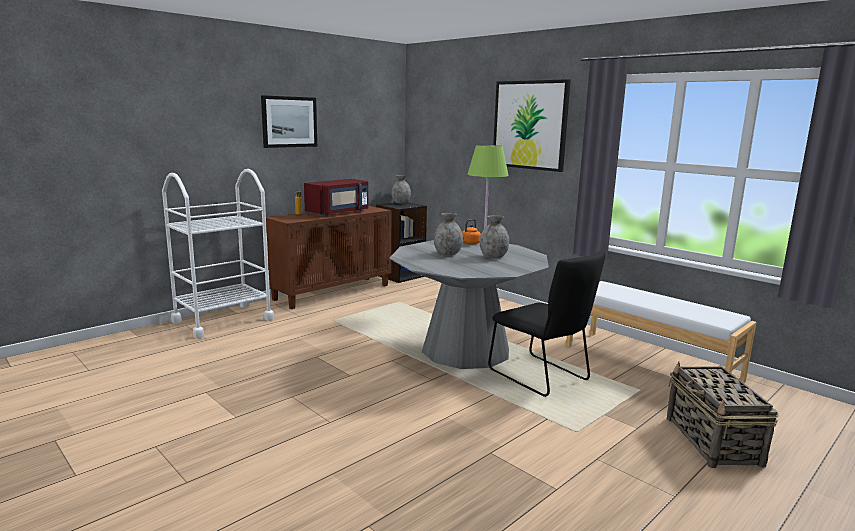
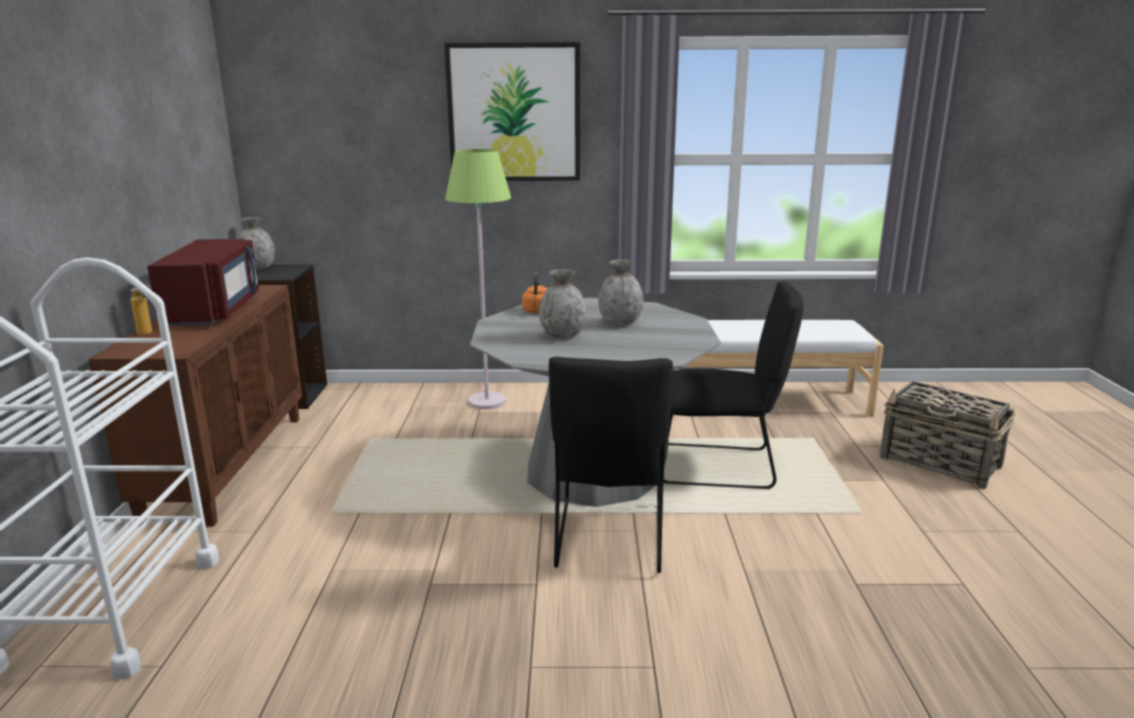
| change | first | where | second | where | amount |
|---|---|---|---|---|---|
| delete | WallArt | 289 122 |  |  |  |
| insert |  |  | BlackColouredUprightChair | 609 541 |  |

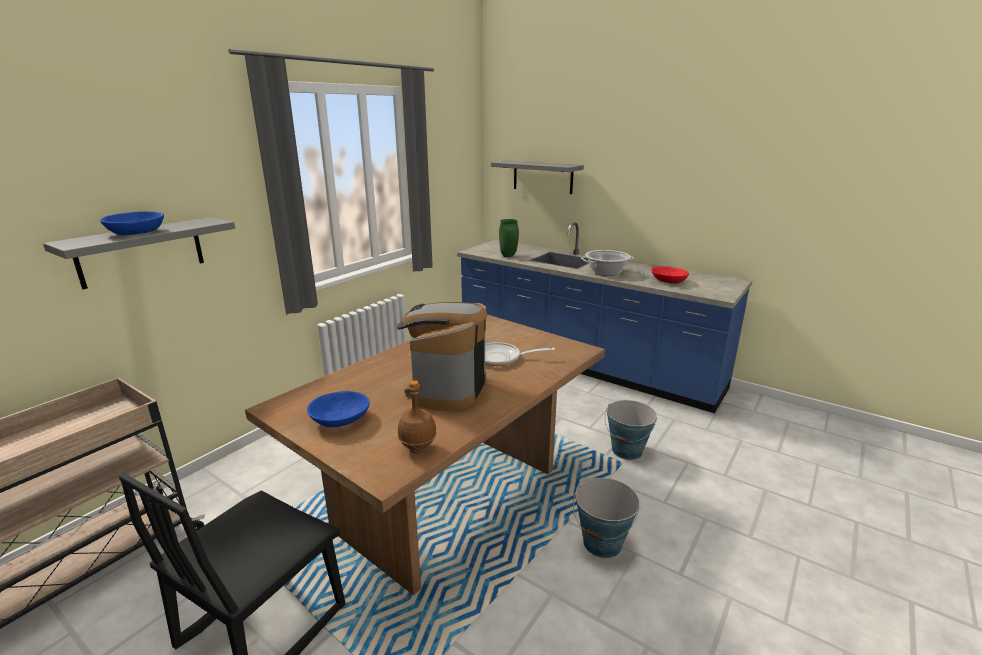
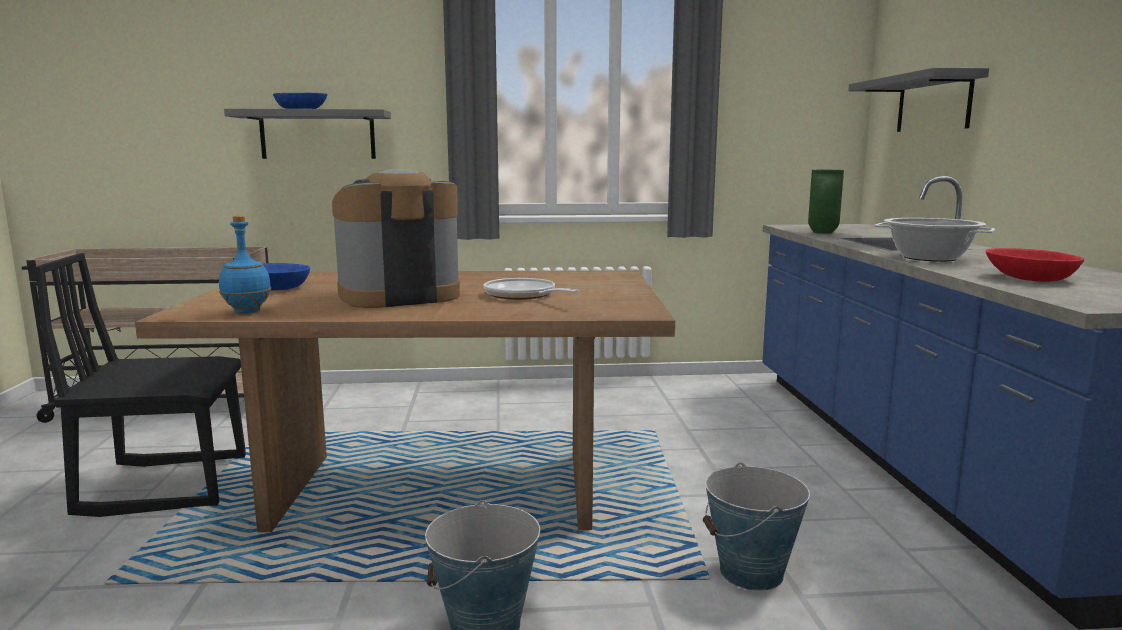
| change | first | where | second | where | amount |
|---|---|---|---|---|---|
| recolor | BrownColouredDrinkBottle | 418 449 | BlueDrinkBottle | 247 312 |  |

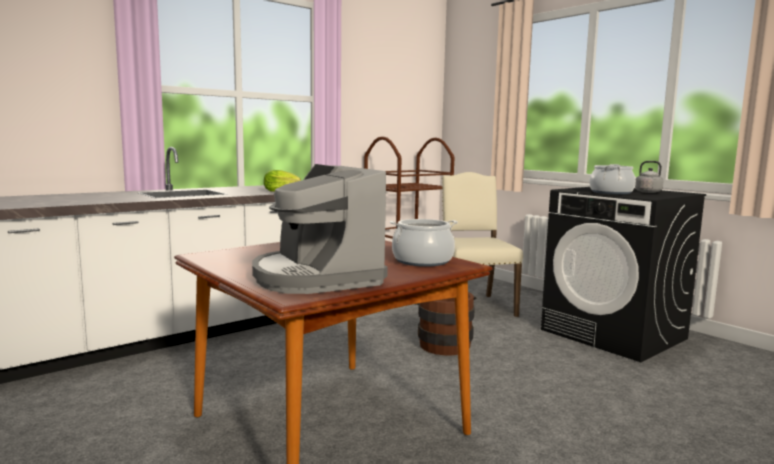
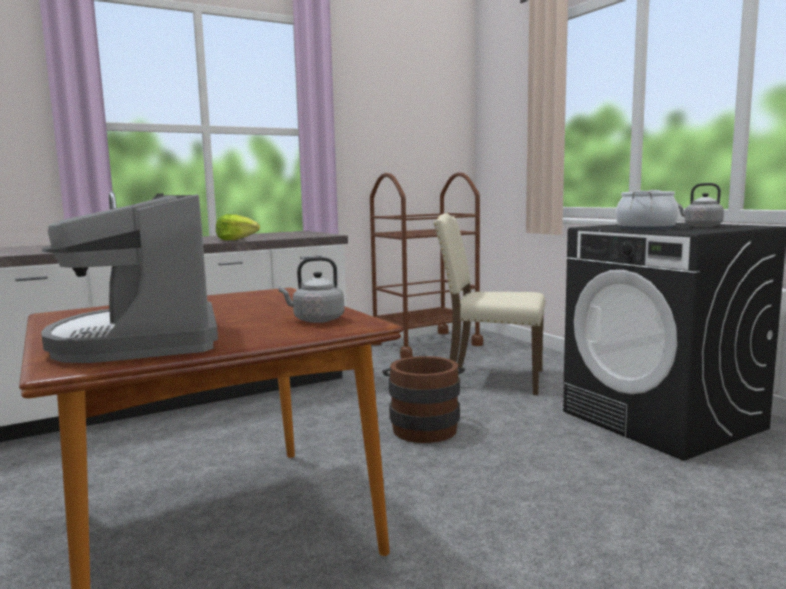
| change | first | where | second | where | amount |
|---|---|---|---|---|---|
| rotate | BeigeUprightChair | 474 305 |  | 491 378 | 75 degrees counterclockwise |
| replace | Stockpot | 422 261 | GrayKettle | 315 320 |  |

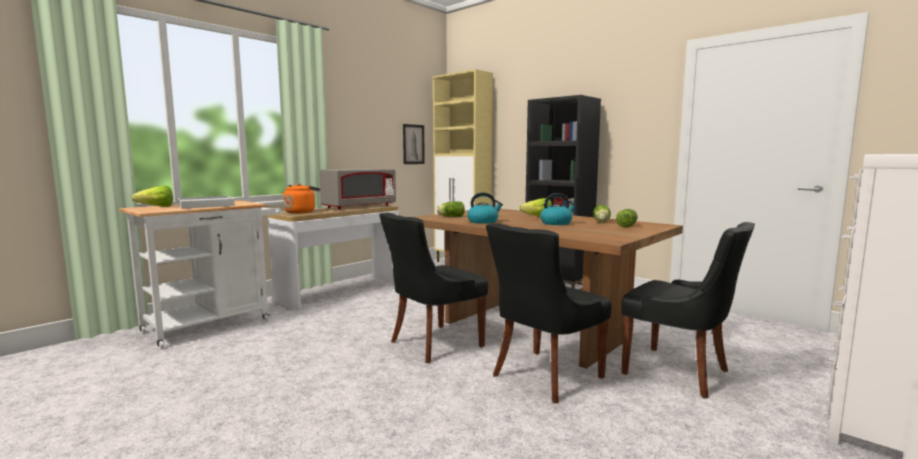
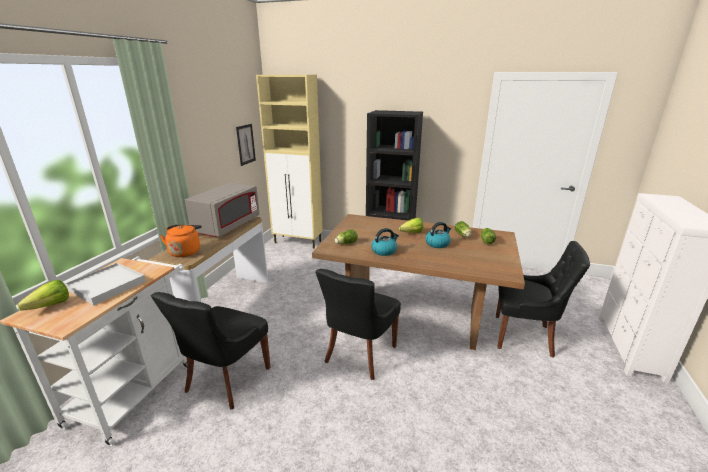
| change | first | where | second | where | amount |
|---|---|---|---|---|---|
| move | BlackColouredUprightChair | 544 376 |  | 226 380 |  |

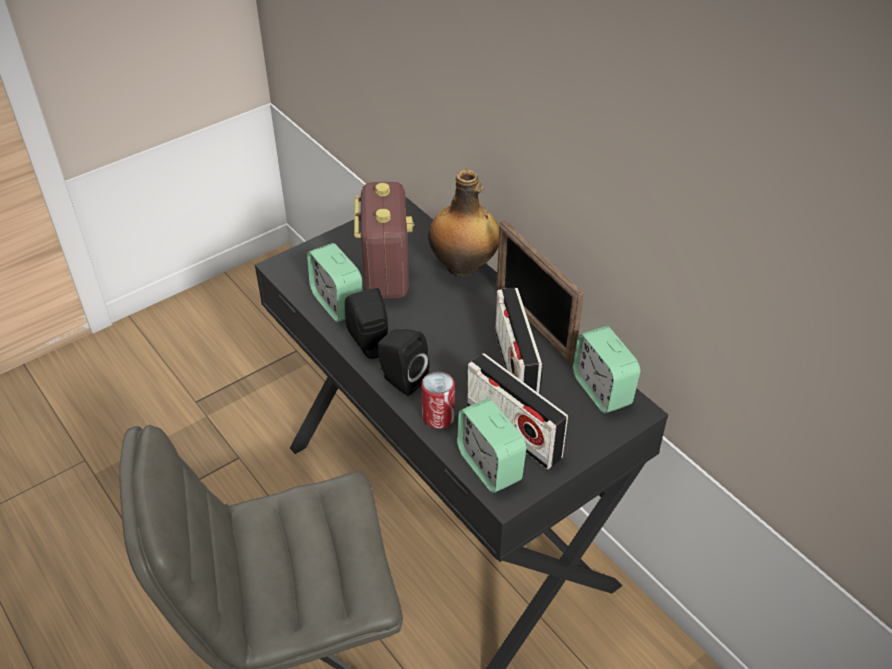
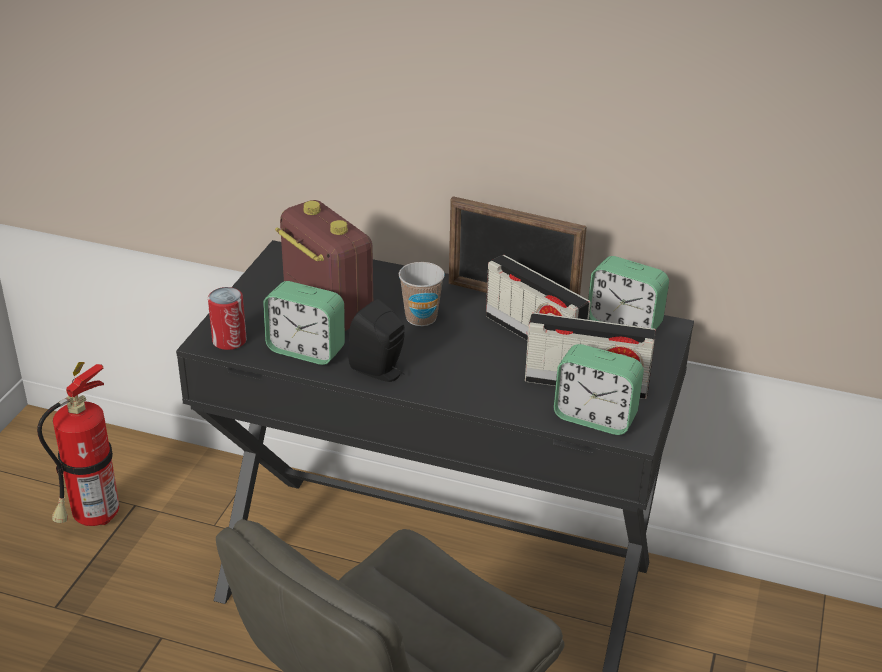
| change | first | where | second | where | amount |
|---|---|---|---|---|---|
| delete | DrinkBottle | 464 266 |  |  |  |
| delete | BlackColouredLoudspeaker | 401 380 |  |  |  |
| move | SealedCan | 438 417 |  | 229 340 |  |
| insert |  |  | Cup | 421 318 |  |
| insert |  |  | Extinguisher | 92 519 |  |

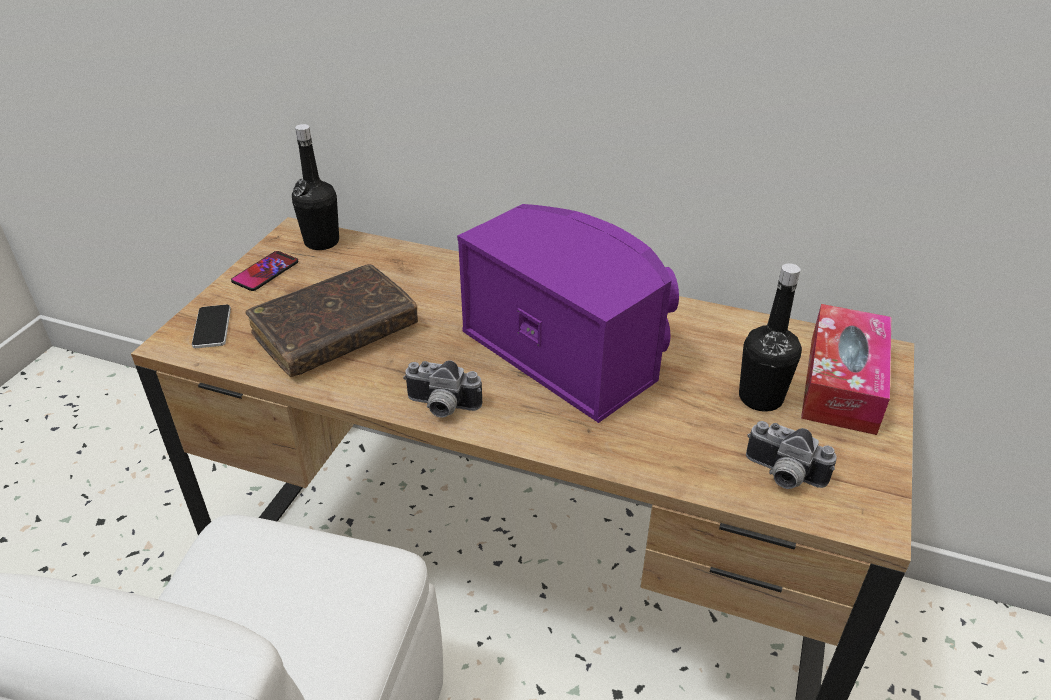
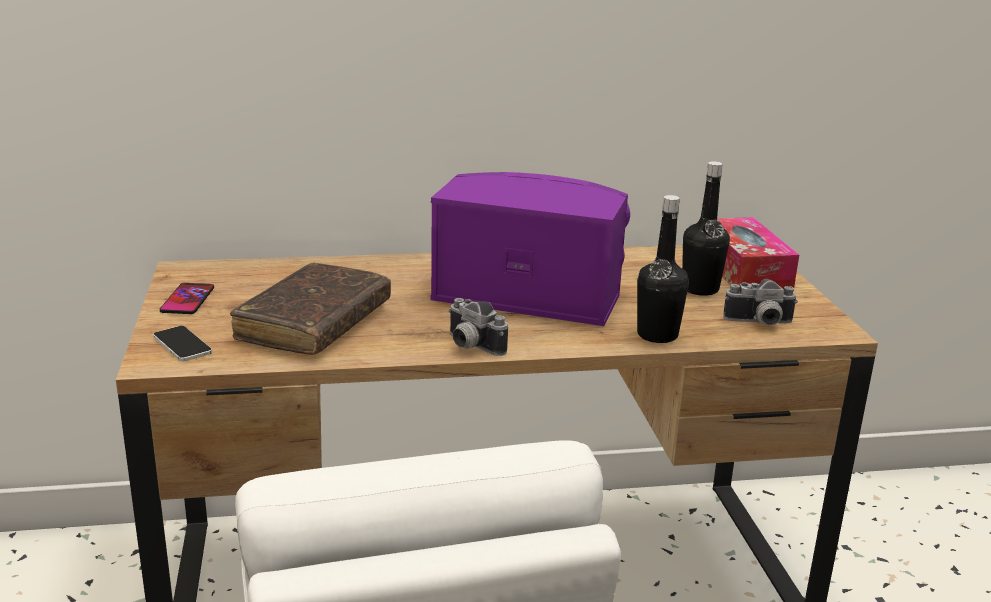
| change | first | where | second | where | amount |
|---|---|---|---|---|---|
| move | BlackColouredDrinkBottle | 322 242 |  | 657 335 |  |
| rotate | StillCamera | 441 407 |  | 470 346 | 60 degrees clockwise |

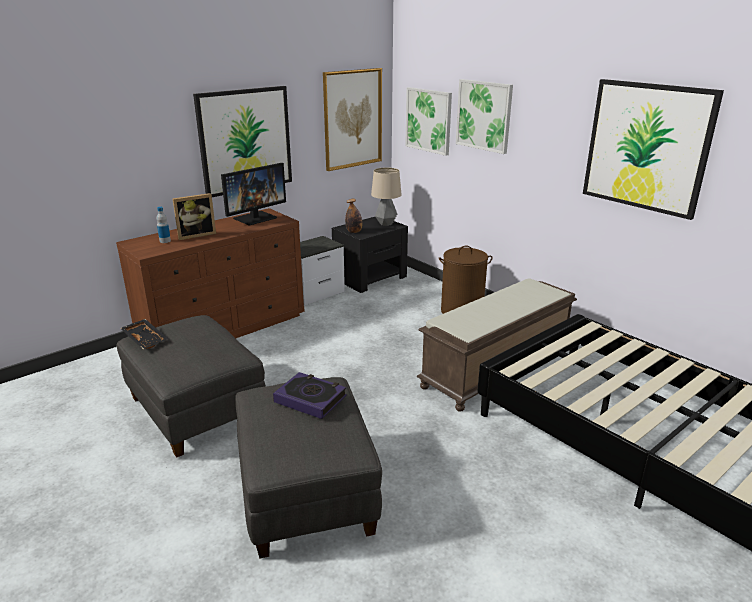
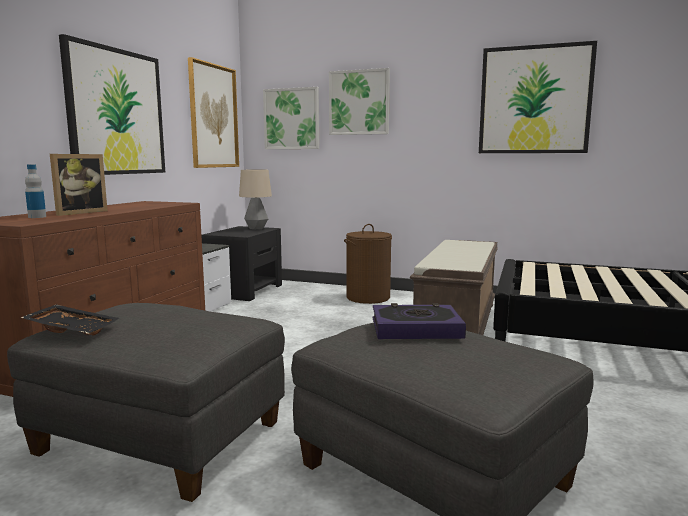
| change | first | where | second | where | amount |
|---|---|---|---|---|---|
| delete | ComputerScreen | 255 218 |  |  |  |
| delete | DrinkBottle | 354 232 |  |  |  |

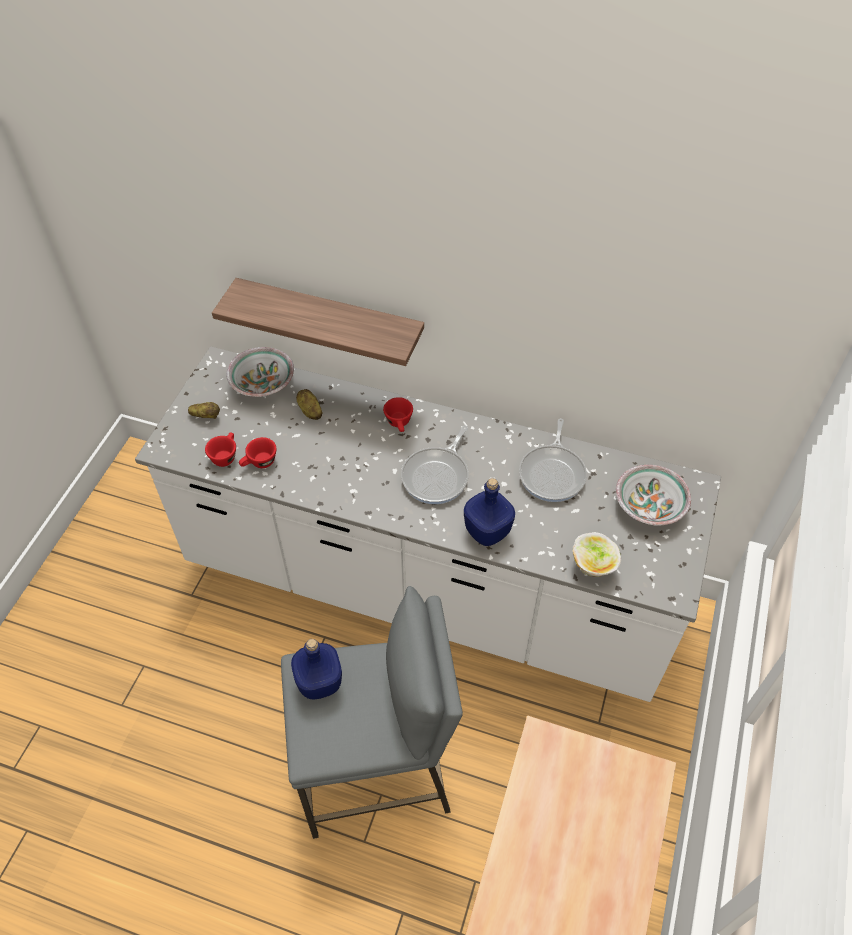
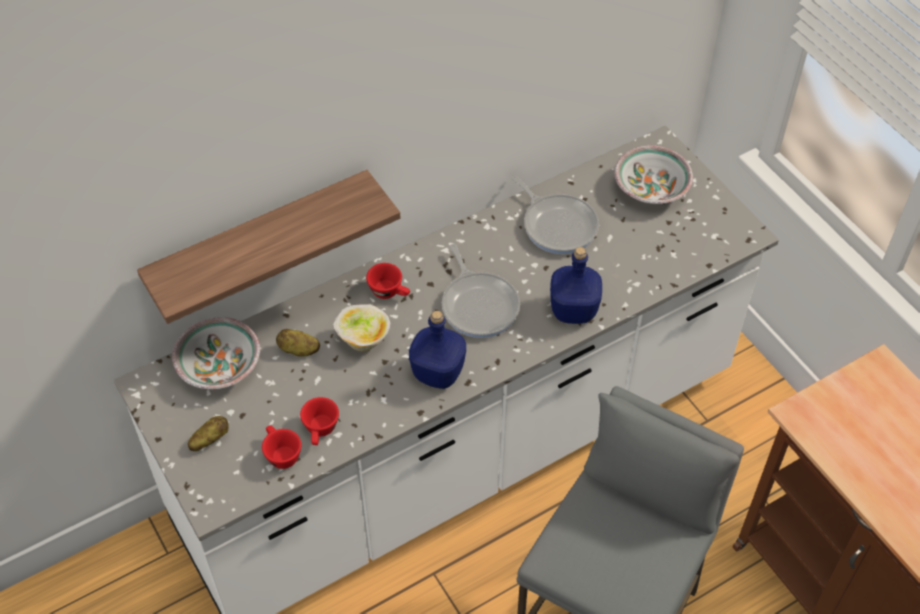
| change | first | where | second | where | amount |
|---|---|---|---|---|---|
| move | ServingBowl | 593 566 |  | 363 341 |  |
| move | BlueDrinkBottle | 320 683 |  | 439 373 |  |

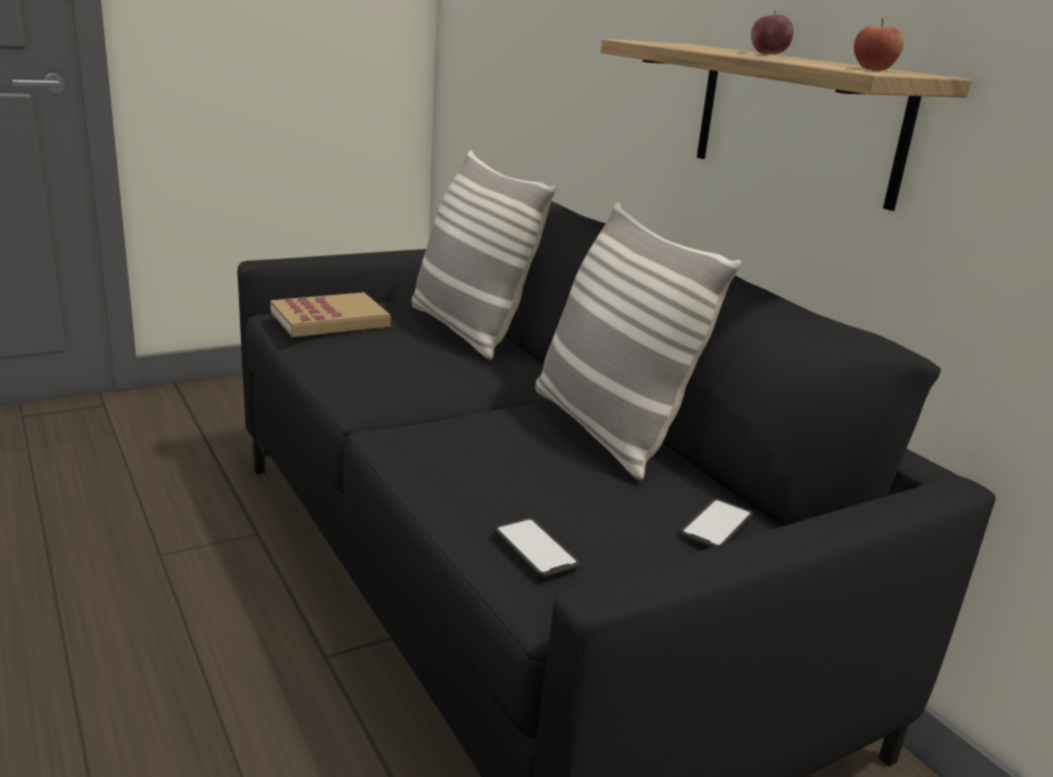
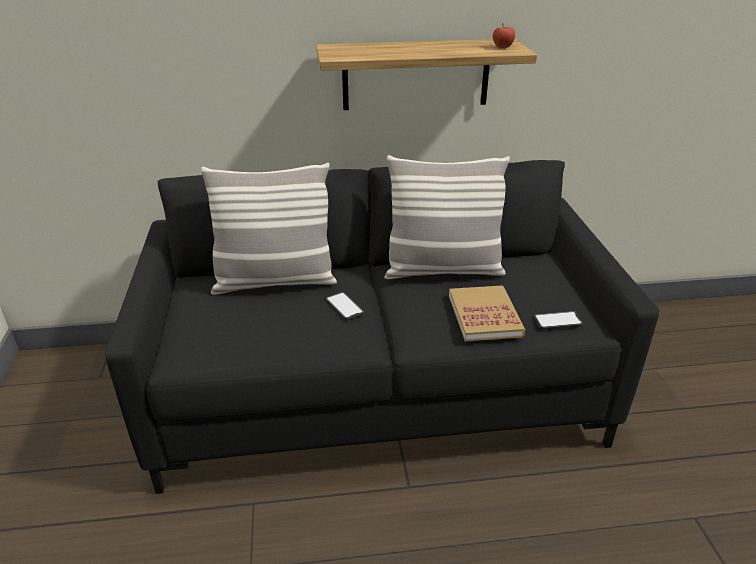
| change | first | where | second | where | amount |
|---|---|---|---|---|---|
| delete | AppleFruit | 768 54 |  |  |  |
| move | BoundBook | 330 319 |  | 484 316 |  |
| move | Telephone | 716 525 |  | 344 306 |  |

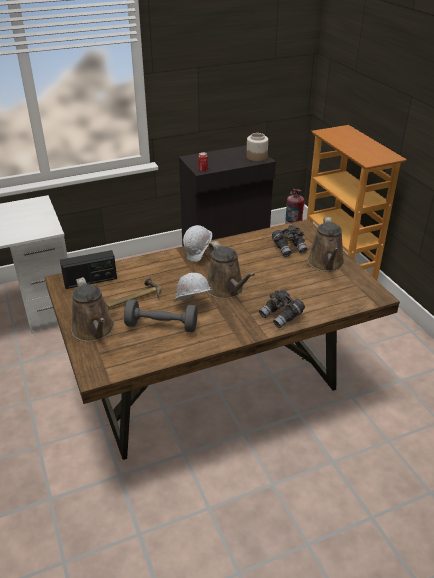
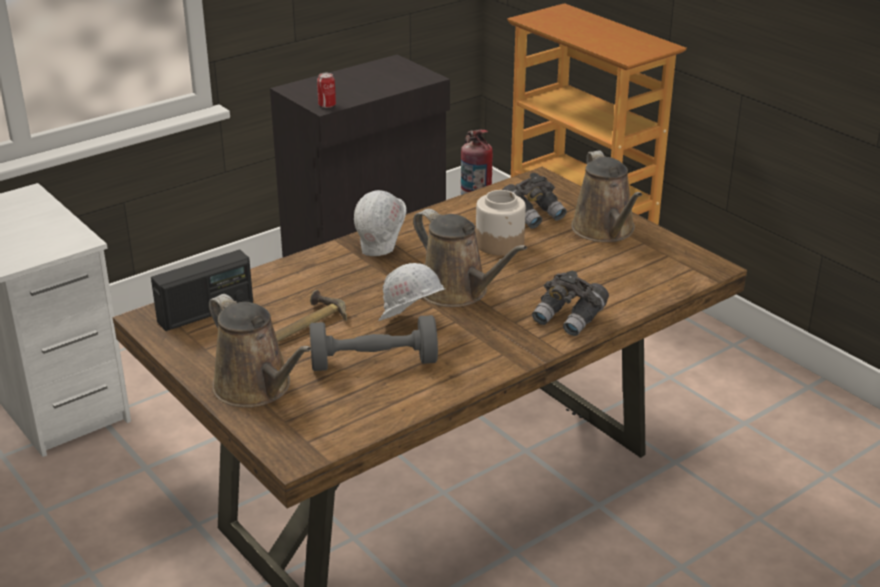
| change | first | where | second | where | amount |
|---|---|---|---|---|---|
| move | PreserveJar | 257 157 |  | 500 243 |  |

